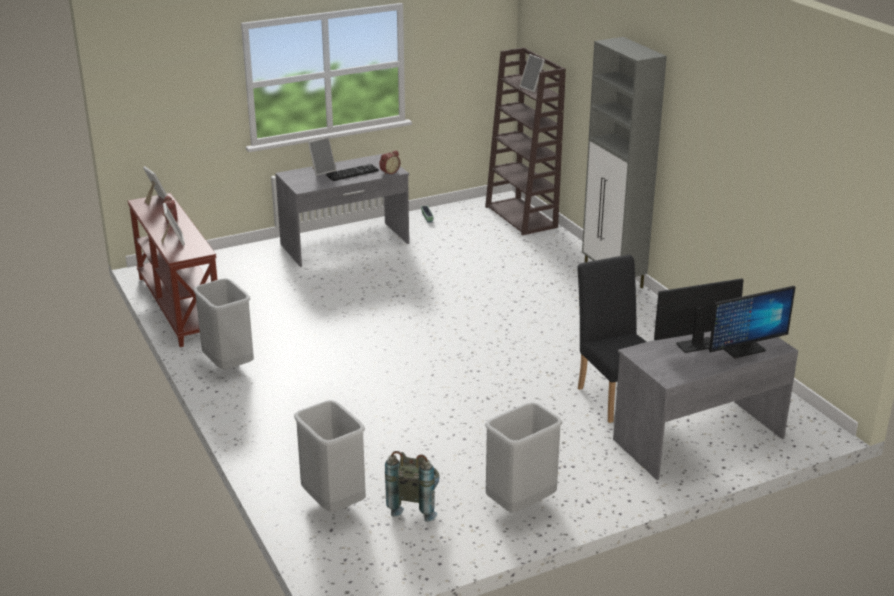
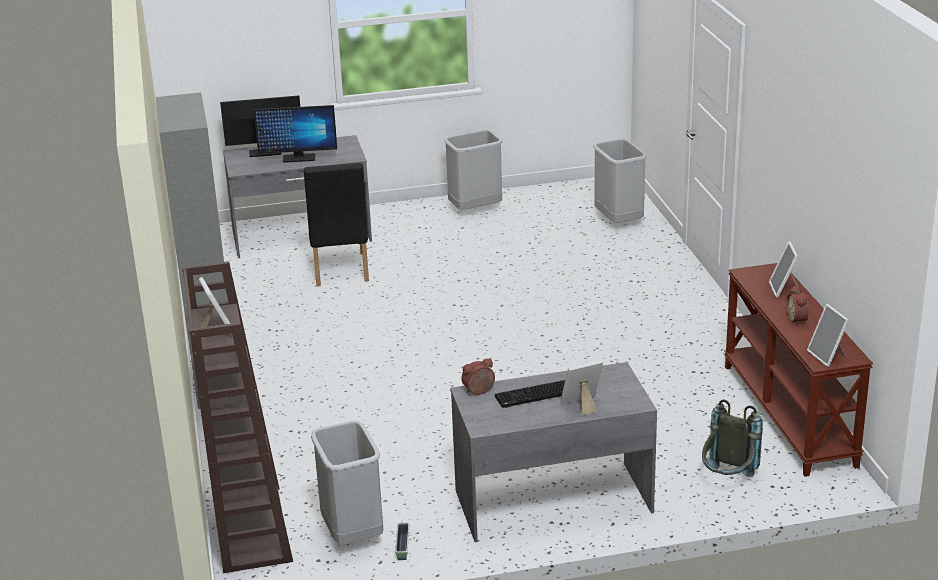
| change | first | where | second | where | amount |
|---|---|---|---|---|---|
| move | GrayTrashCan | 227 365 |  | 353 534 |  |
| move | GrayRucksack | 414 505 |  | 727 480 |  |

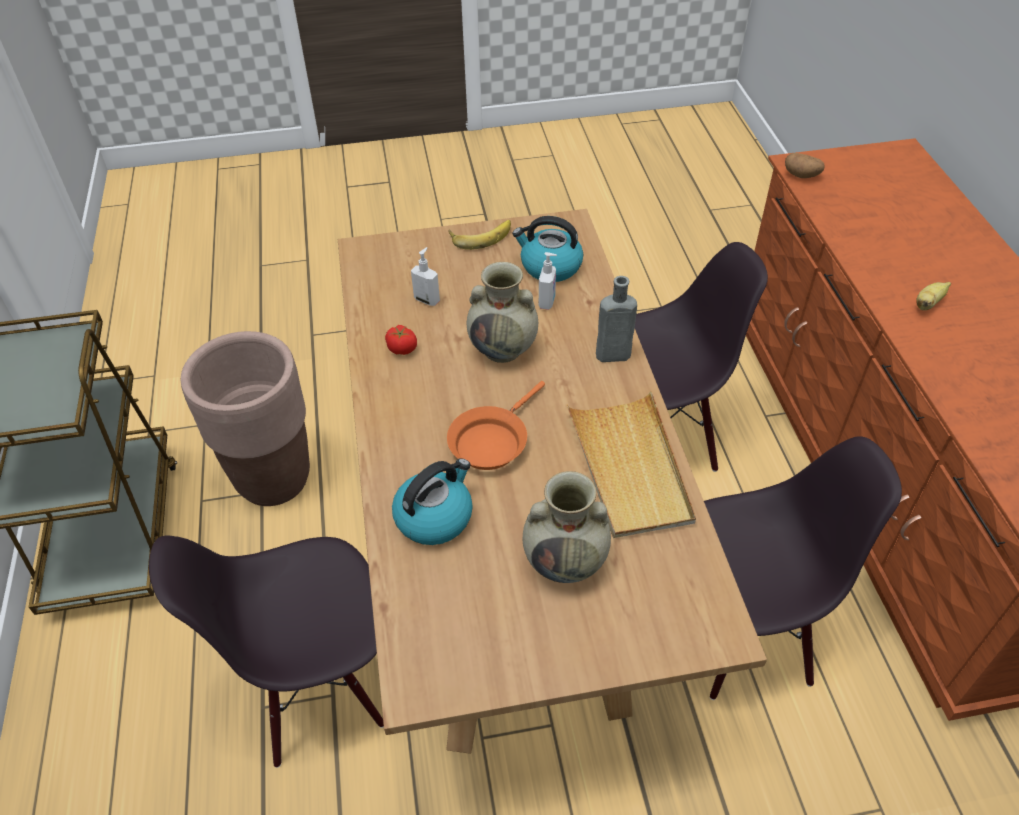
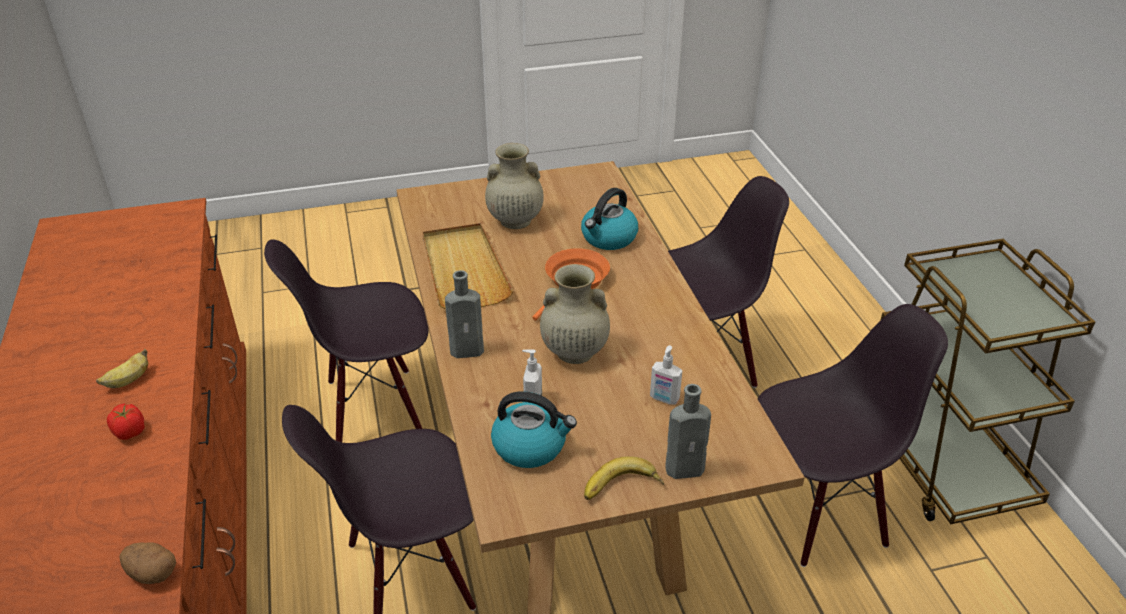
| change | first | where | second | where | amount |
|---|---|---|---|---|---|
| move | Tomato | 402 349 |  | 129 432 |  |
| replace | BrownColouredFlowerPot | 273 479 | BlackColouredUprightChair | 816 511 |  |
| insert |  |  | GrayDrinkBottle | 687 469 |  |

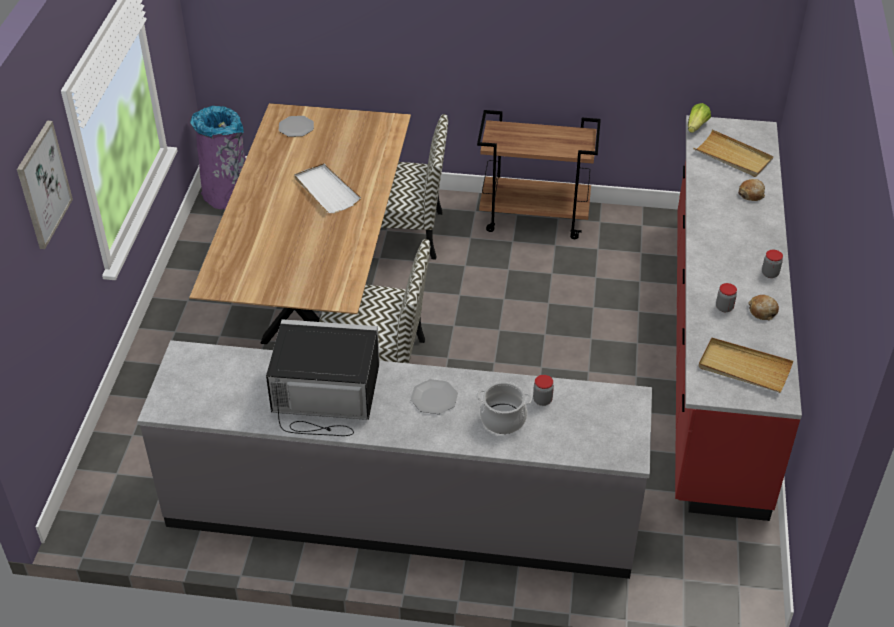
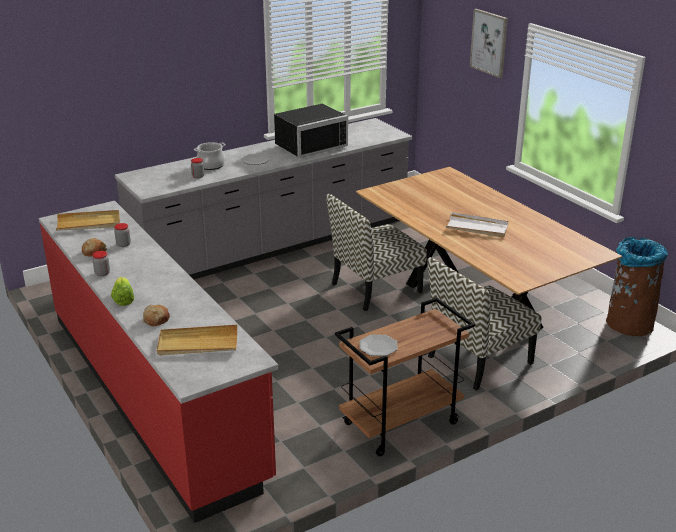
| change | first | where | second | where | amount |
|---|---|---|---|---|---|
| move | Lettuce | 696 127 |  | 123 299 |  |
| recolor | PurpleTrashCan | 227 195 | BrownColouredTrashCan | 628 324 |  |
| move | FlatDish | 296 127 |  | 378 346 |  |

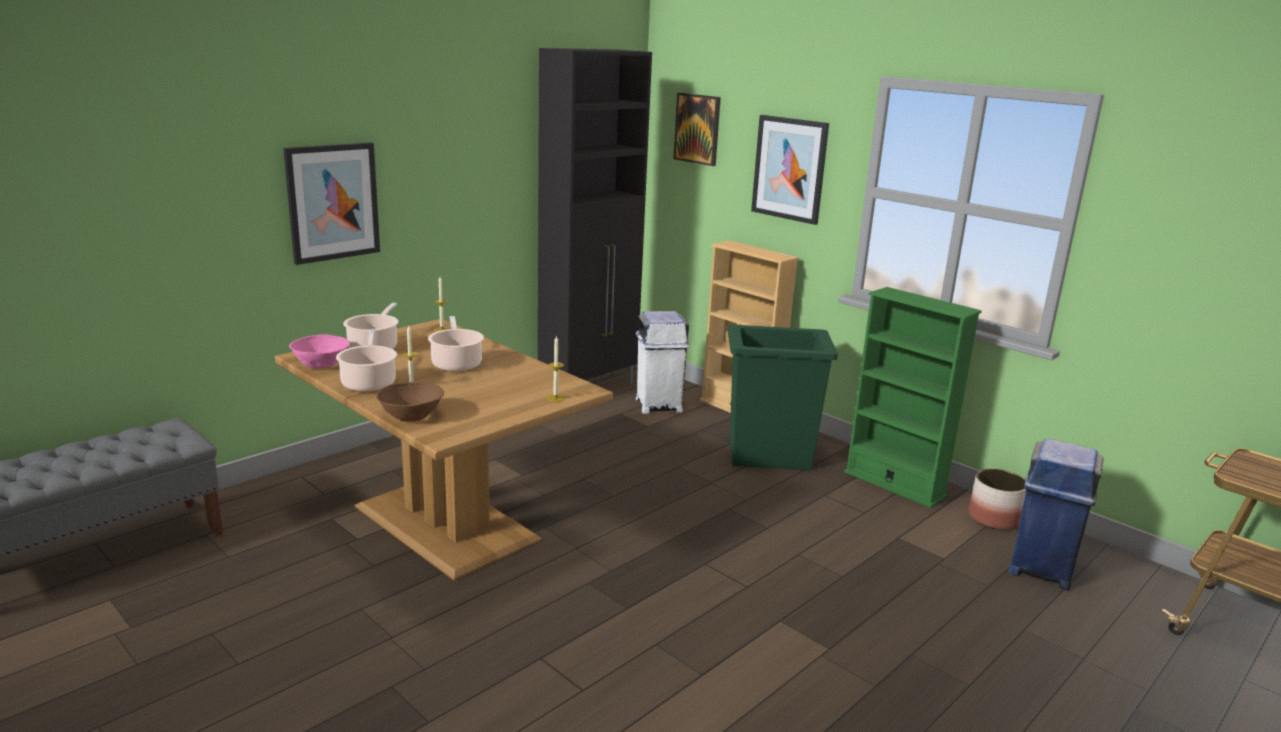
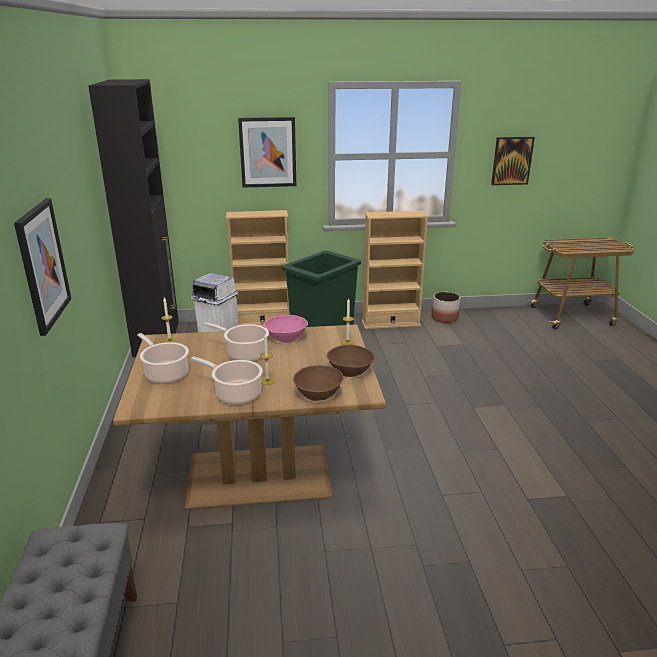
| change | first | where | second | where | amount |
|---|---|---|---|---|---|
| move | WallArt | 697 129 |  | 512 160 |  |
| recolor | GreenBookcase | 894 484 | BeigeBookcase | 391 323 |  |
| move | PinkServingBowl | 322 364 |  | 286 338 |  |
| delete | BlueTrashCan | 1041 568 |  |  |  |
| insert |  |  | BrownColouredServingBowl | 350 371 |  |

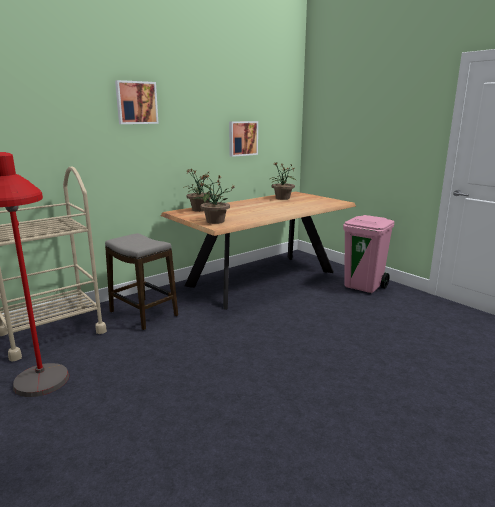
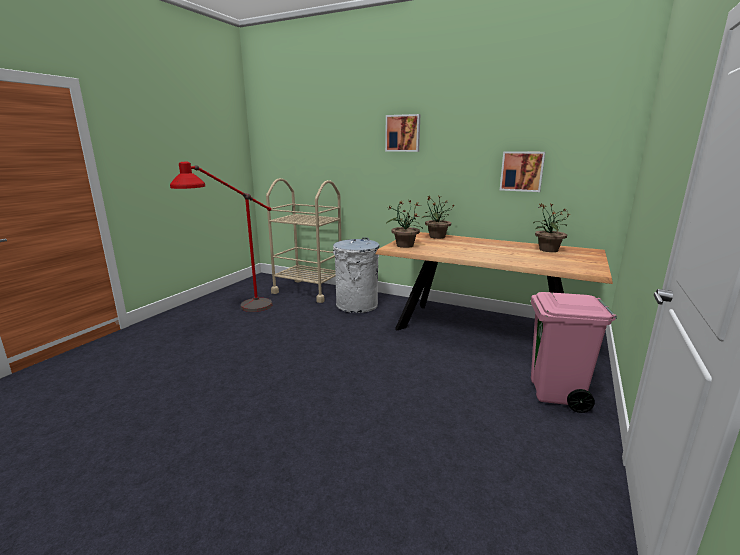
| change | first | where | second | where | amount |
|---|---|---|---|---|---|
| replace | Stool | 143 314 | WhitishTrashCan | 356 305 |  |

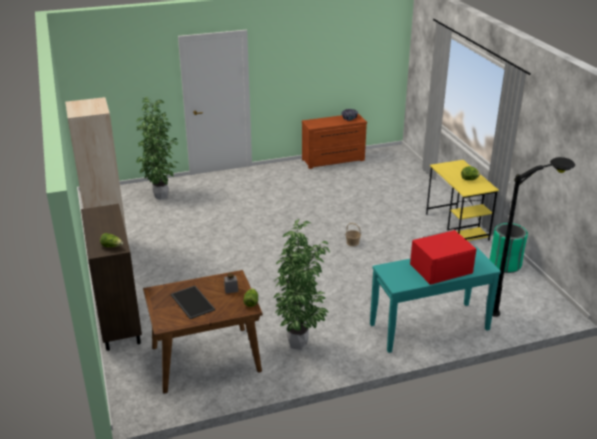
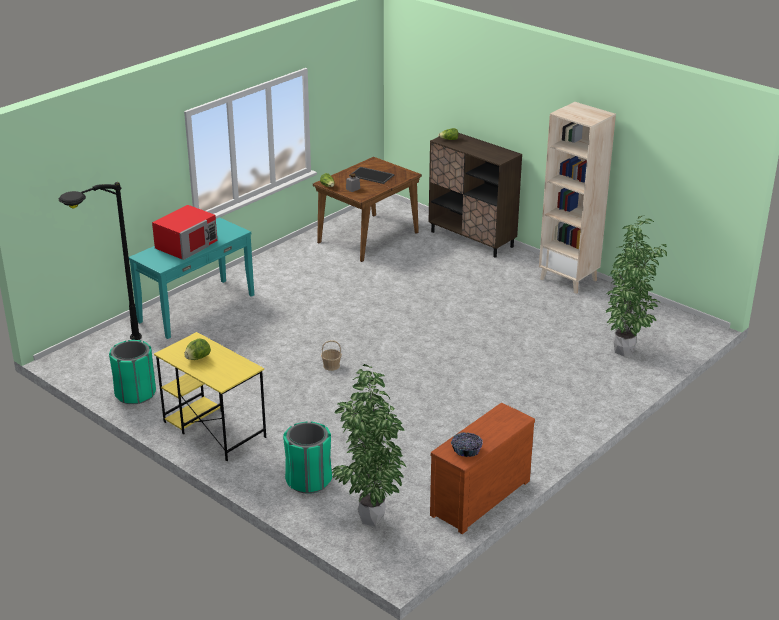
| change | first | where | second | where | amount |
|---|---|---|---|---|---|
| move | Houseplant | 300 345 |  | 368 520 |  |
| insert |  |  | GreenTrashCan | 309 480 |  |

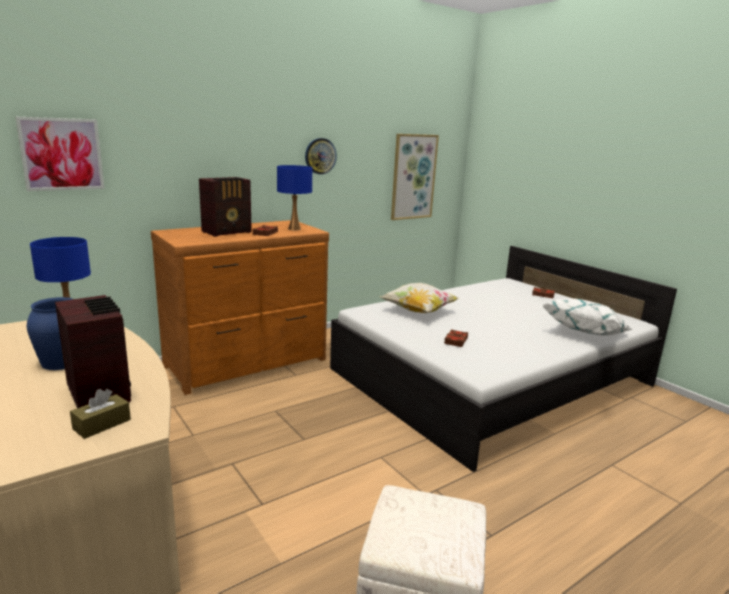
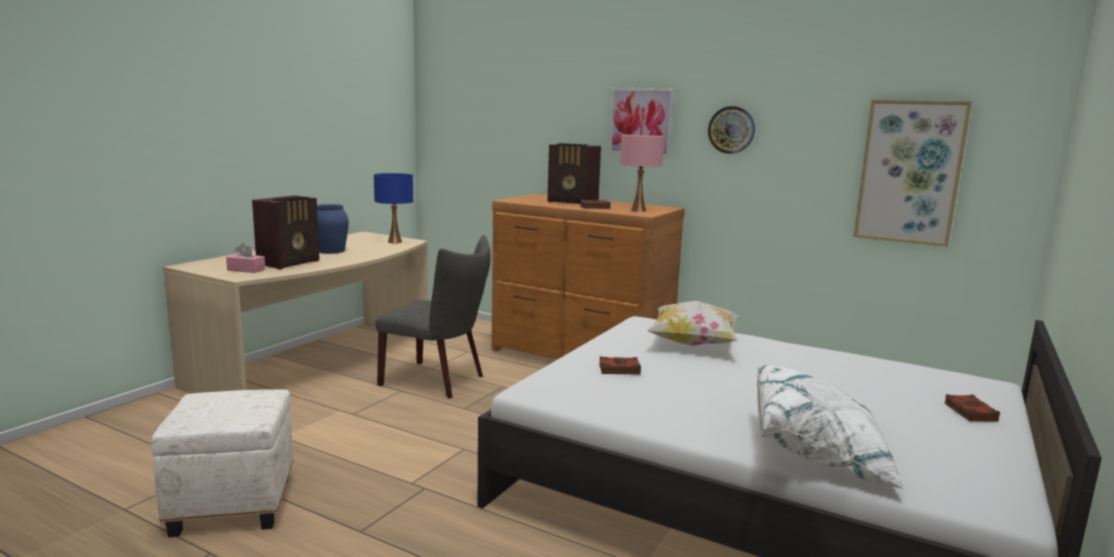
| change | first | where | second | where | amount |
|---|---|---|---|---|---|
| move | WallArt | 62 154 |  | 641 122 |  |
| recolor | BlueLampForATable | 294 229 | PinkLampForATable | 638 210 |  |
| recolor | BrownColouredTissueBox | 102 424 | PinkTissueBox | 246 270 |  |
| insert |  |  | GrayUprightChair | 438 381 |  |

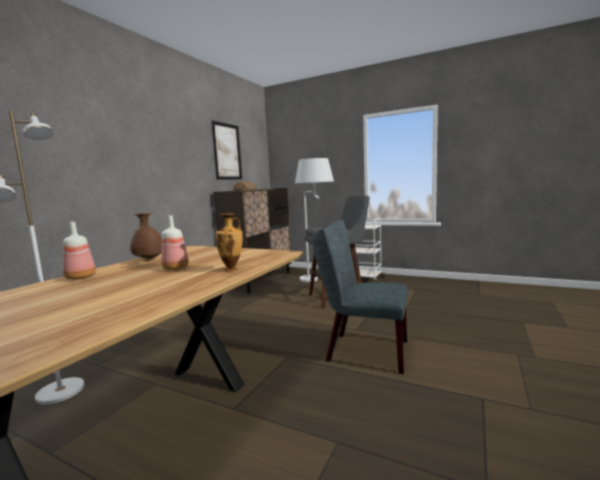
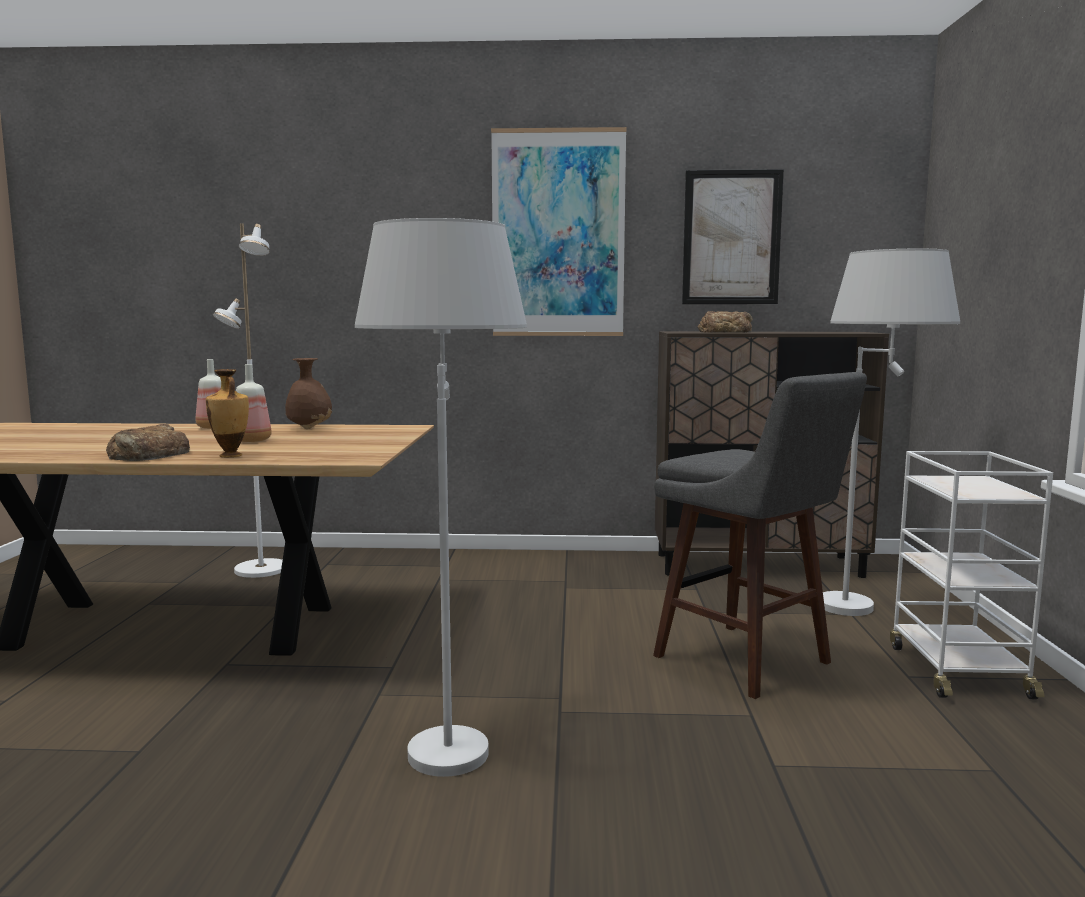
| change | first | where | second | where | amount |
|---|---|---|---|---|---|
| replace | GrayUprightChair | 361 350 | WhitishStandardLamp | 449 732 |  |
| insert |  |  | WallArt | 558 234 |  |
| insert |  |  | Bread | 148 455 |  |

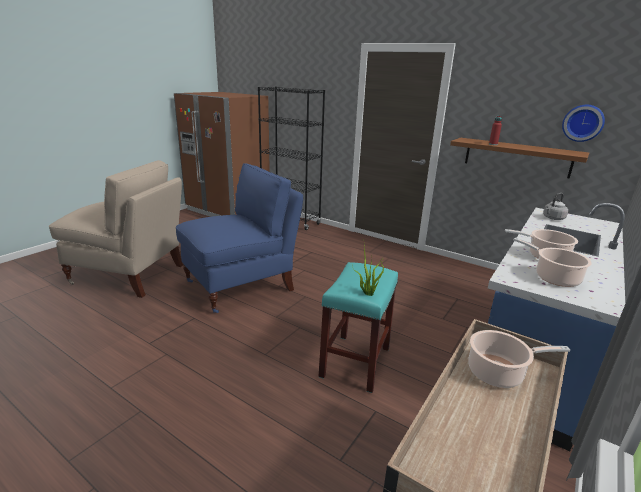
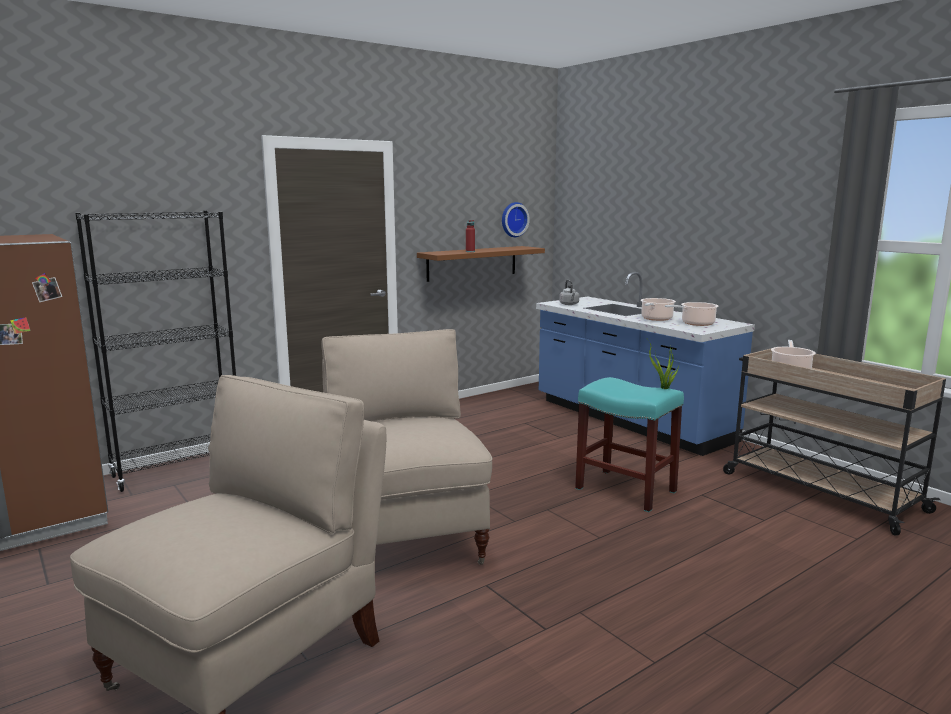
| change | first | where | second | where | amount |
|---|---|---|---|---|---|
| recolor | BlueUprightChair | 241 285 | BeigeUprightChair | 404 538 |  |

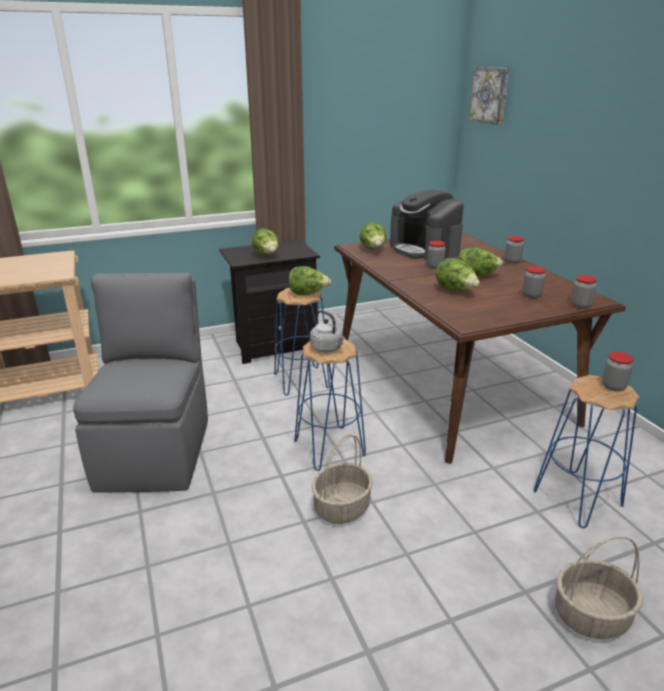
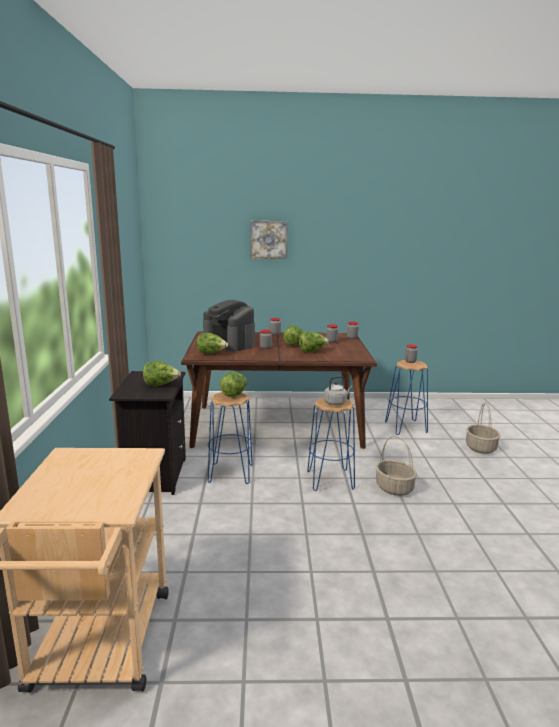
| change | first | where | second | where | amount |
|---|---|---|---|---|---|
| move | WallArt | 490 95 |  | 268 239 |  |
| rotate | CoffeeMaker | 424 250 |  | 229 344 | 60 degrees clockwise |
| delete | GrayUprightChair | 156 451 |  |  |  |

